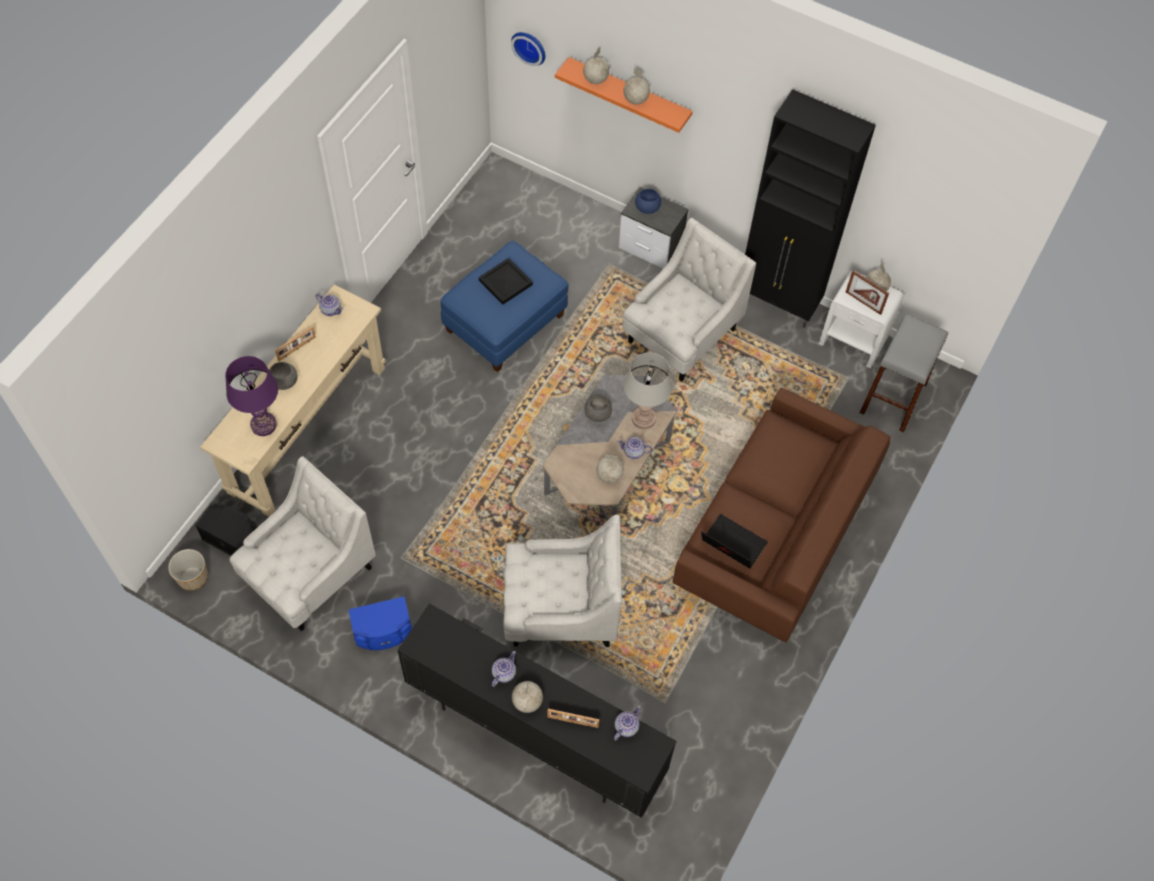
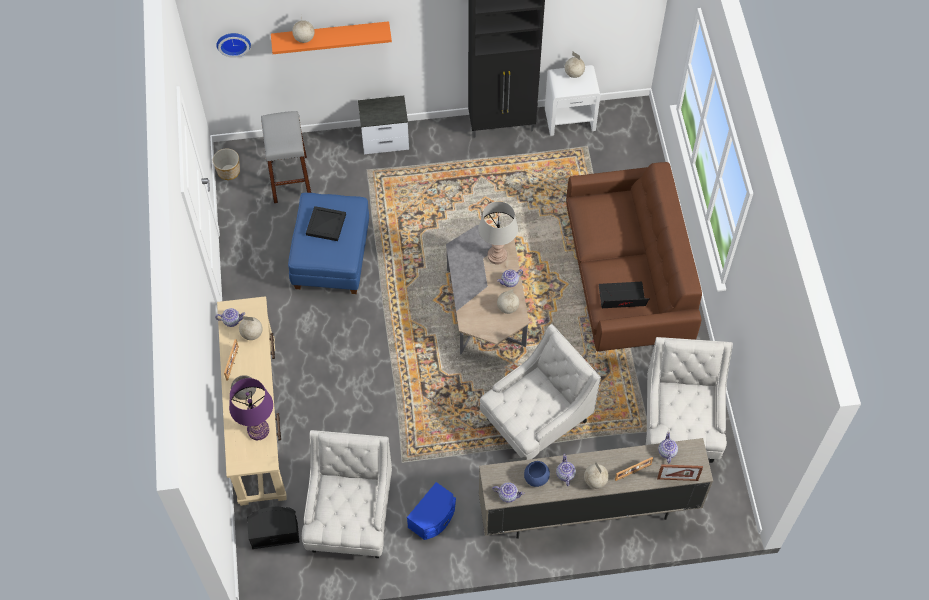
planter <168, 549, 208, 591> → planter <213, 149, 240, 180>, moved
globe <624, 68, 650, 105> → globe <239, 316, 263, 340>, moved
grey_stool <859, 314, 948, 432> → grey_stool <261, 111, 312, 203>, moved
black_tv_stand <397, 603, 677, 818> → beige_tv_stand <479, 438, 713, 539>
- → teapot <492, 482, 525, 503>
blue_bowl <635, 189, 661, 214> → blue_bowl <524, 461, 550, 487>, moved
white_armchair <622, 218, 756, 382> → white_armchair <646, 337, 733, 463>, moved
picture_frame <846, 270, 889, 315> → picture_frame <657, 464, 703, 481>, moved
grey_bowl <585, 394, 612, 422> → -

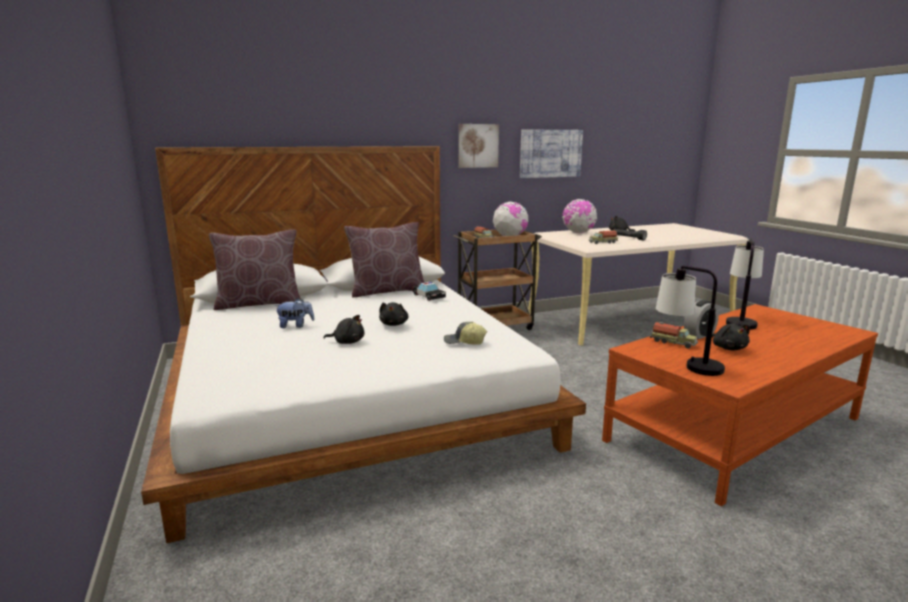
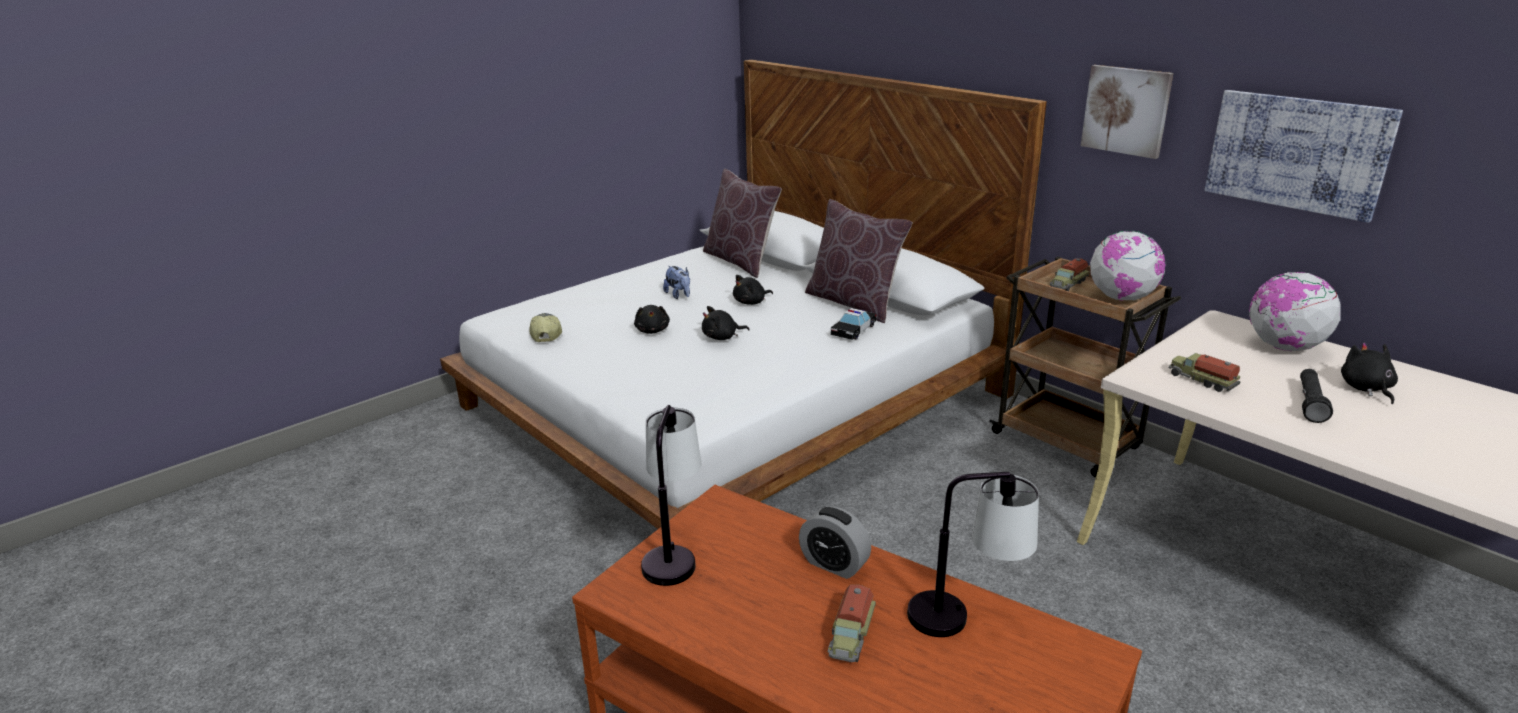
cap <444, 322, 487, 345> → cap <529, 313, 562, 342>, moved
black_plush_toy <712, 323, 750, 351> → black_plush_toy <733, 275, 773, 305>, moved
toy_truck <650, 322, 698, 349> → toy_truck <828, 585, 876, 662>, moved

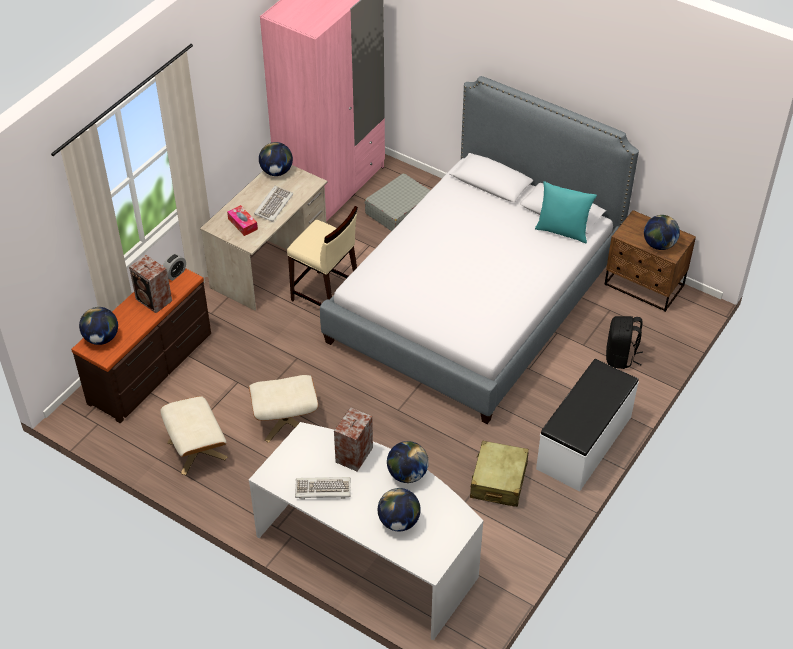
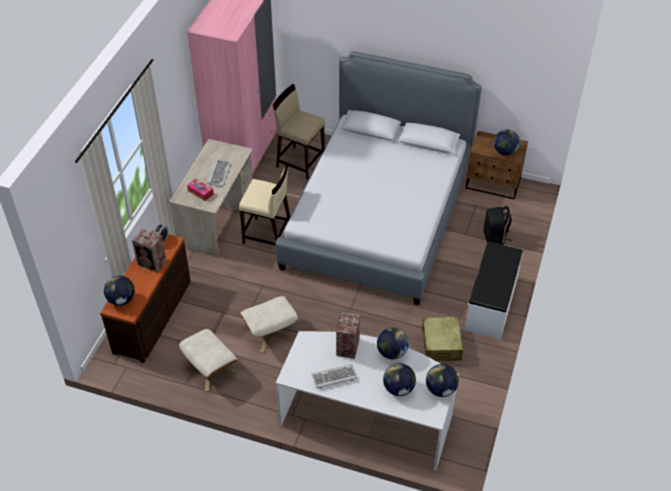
grey_suitcase <365, 173, 431, 231> → beige_stool <273, 84, 325, 180>
globe <259, 142, 293, 176> → globe <426, 364, 459, 397>, moved
turquoise_pillow <535, 181, 597, 243> → -

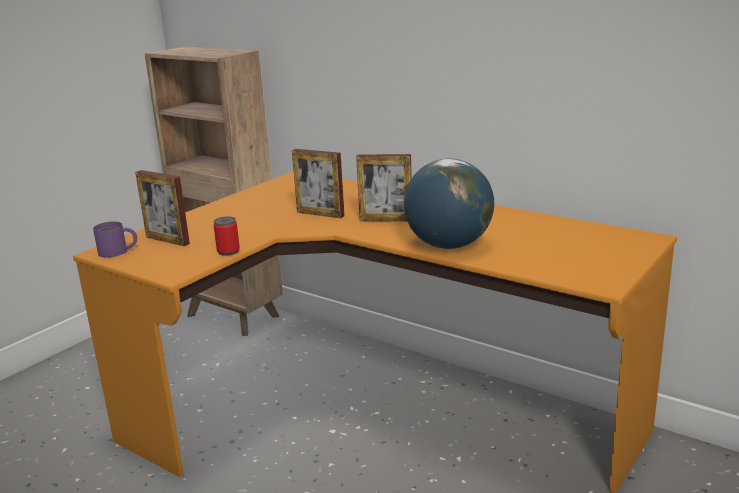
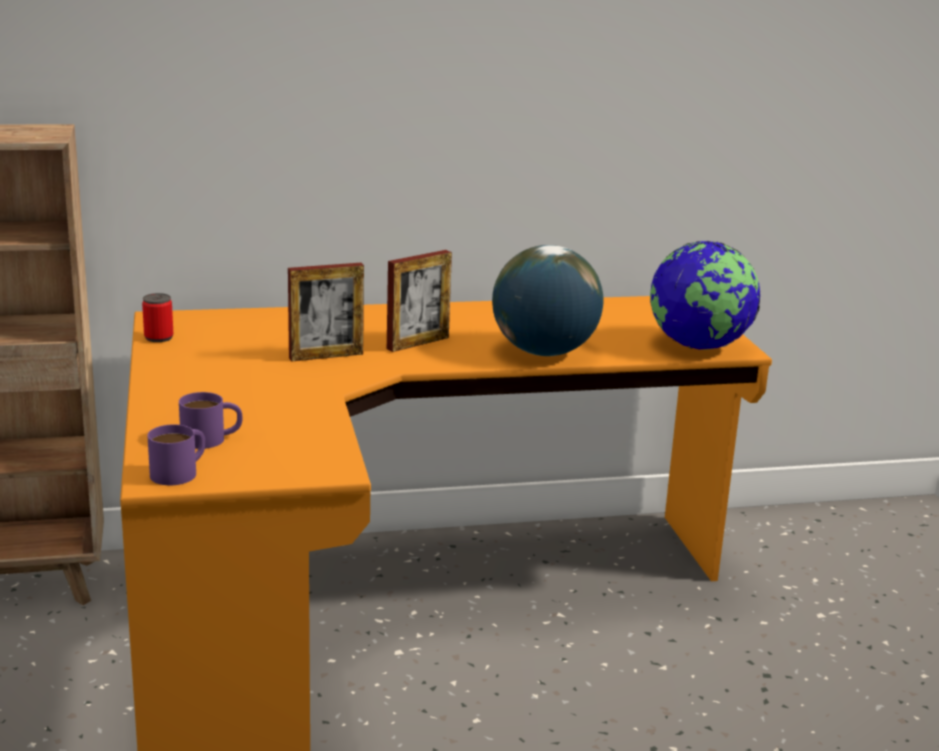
can <214, 217, 240, 256> → can <142, 293, 173, 342>, moved
picture_frame <135, 170, 190, 246> → purple_mug <179, 392, 242, 449>
- → globe <650, 241, 760, 350>

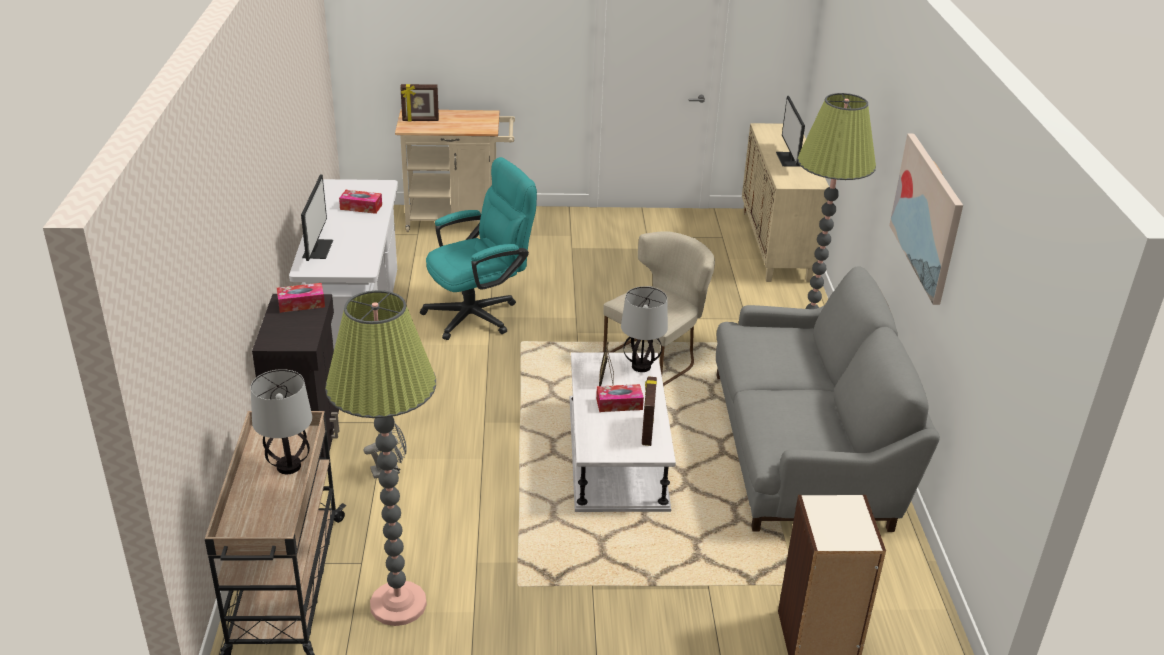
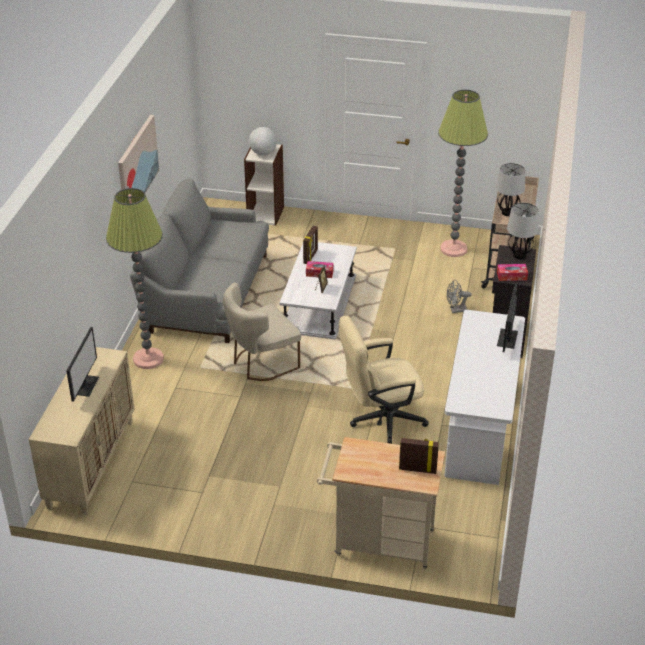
- → globe <249, 127, 277, 155>
turquoise_office_chair <420, 157, 537, 340> → beige_office_chair <339, 315, 429, 444>
table_lamp <621, 286, 668, 372> → table_lamp <507, 203, 539, 259>, moved
tissue_box <339, 190, 382, 214> → -

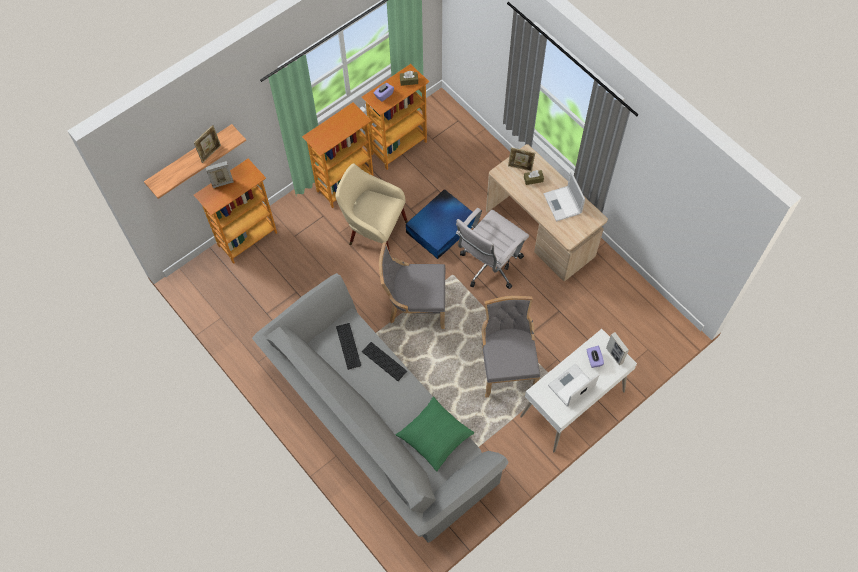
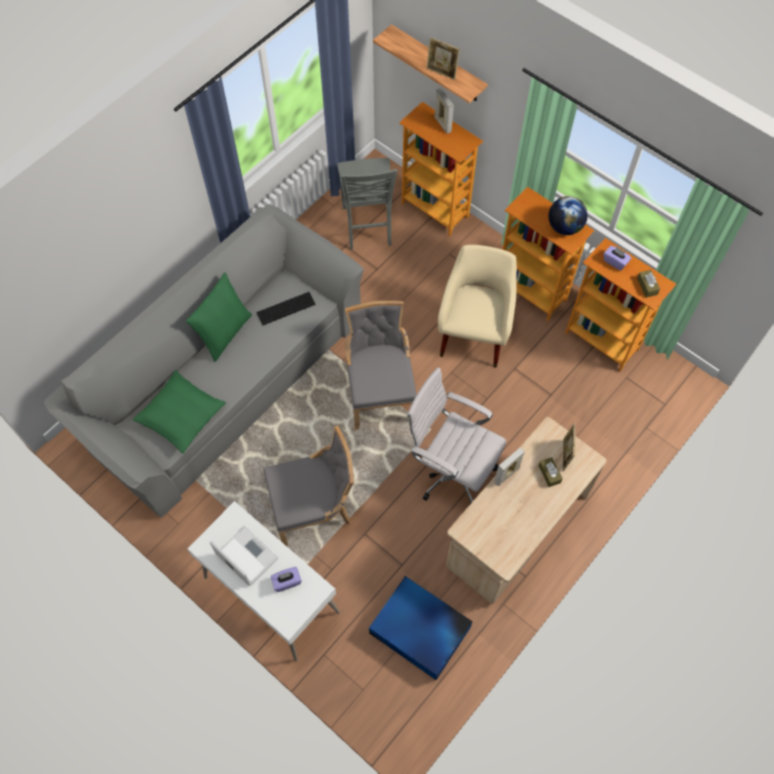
- → green_pillow <186, 272, 252, 362>
- → grey_chair <337, 158, 397, 250>
blue_storage_box <406, 189, 476, 259> → blue_storage_box <369, 576, 473, 680>, moved
picture_frame <606, 332, 629, 365> → picture_frame <494, 447, 525, 486>, moved
- → globe <548, 196, 588, 235>
keyboard <362, 342, 407, 381> → -
laptop <543, 172, 585, 221> → -

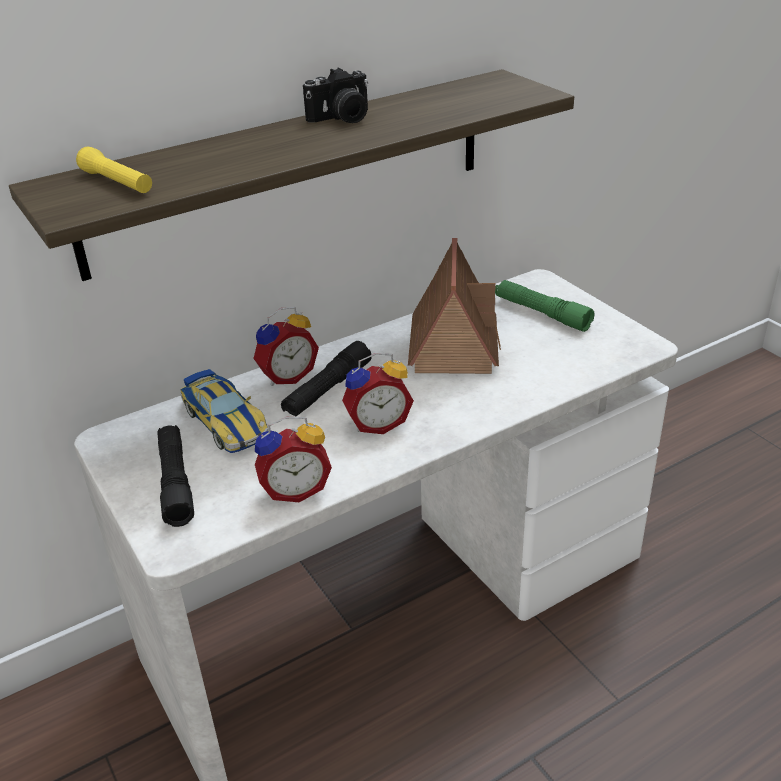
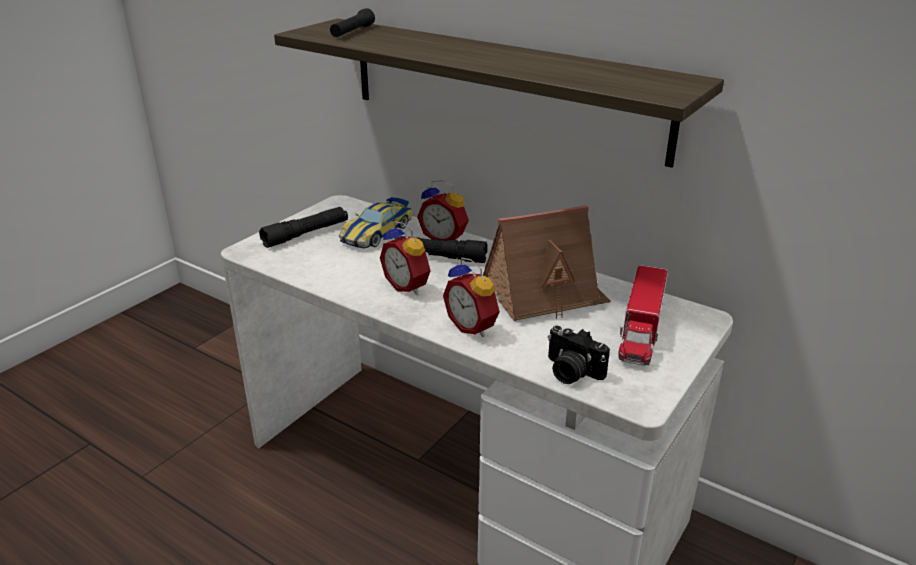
yellow_flashlight <76, 147, 152, 193> → black_flashlight <330, 8, 375, 37>
alarm_clock <255, 417, 332, 502> → alarm_clock <443, 257, 500, 337>, moved
photo_camera <303, 67, 369, 123> → photo_camera <548, 326, 610, 384>, moved
green_flashlight <495, 280, 595, 332> → toy_truck <618, 265, 668, 366>

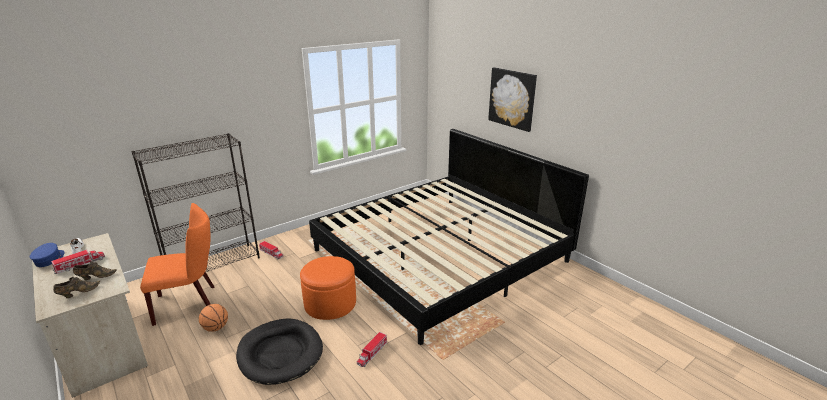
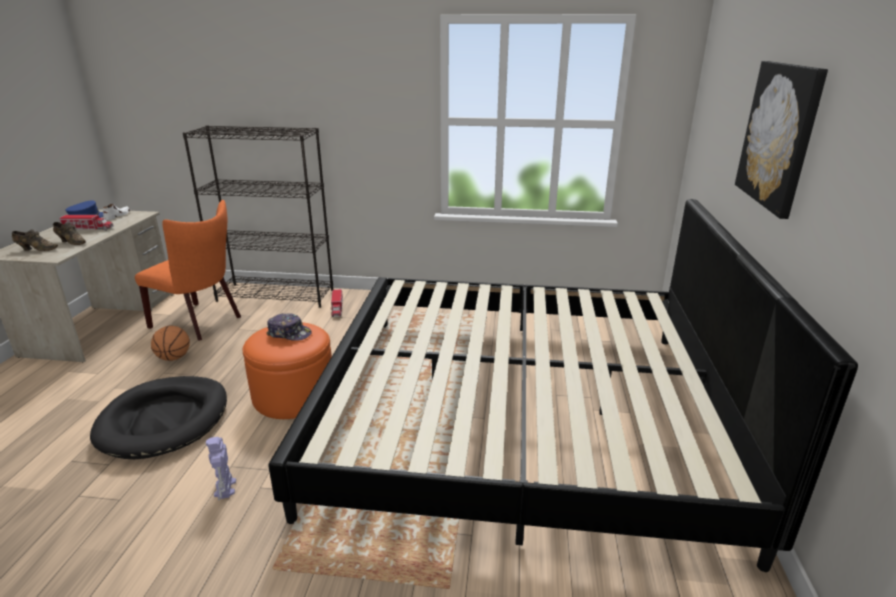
toy_truck <357, 332, 387, 367> → toy_robot <206, 437, 236, 500>
- → cap <267, 313, 312, 341>

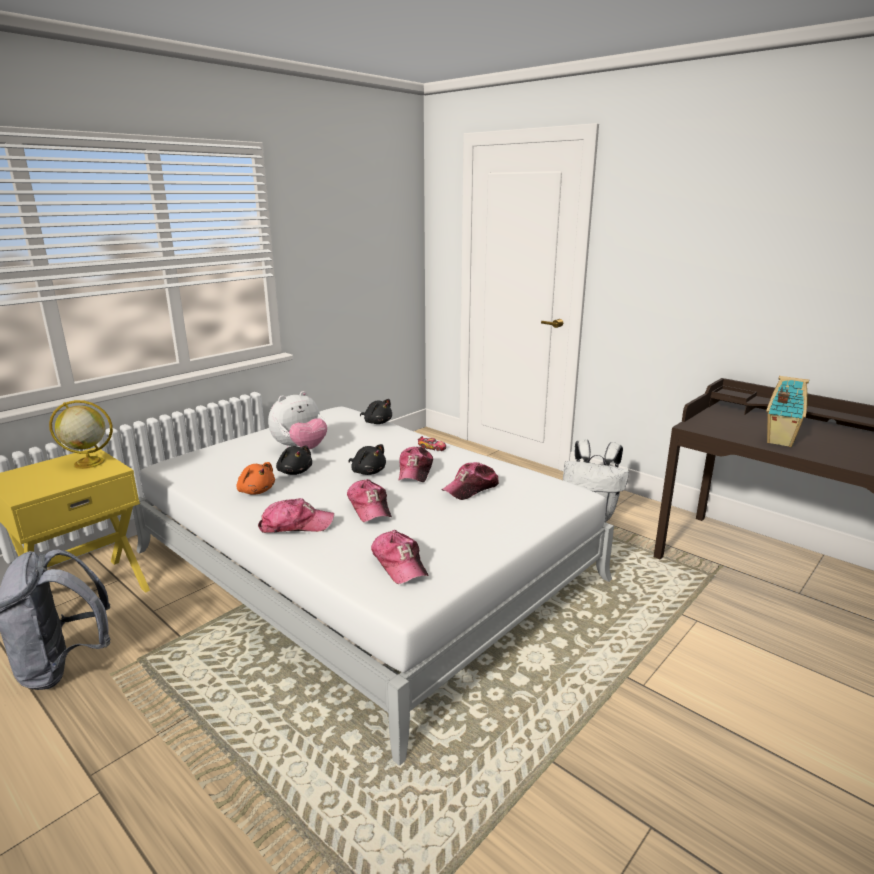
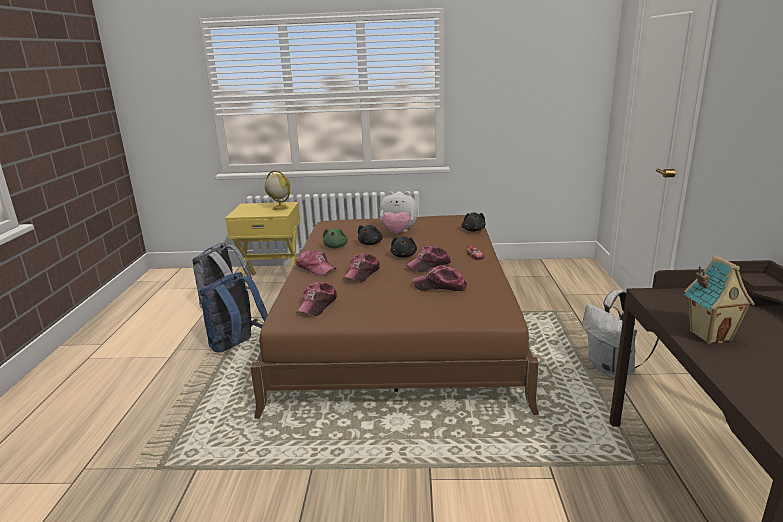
- → blue_backpack <200, 272, 268, 353>
white_bed <132, 407, 614, 766> → brown_bed <250, 215, 539, 419>
orange_plush_toy <236, 462, 275, 495> → green_plush_toy <323, 228, 348, 249>

